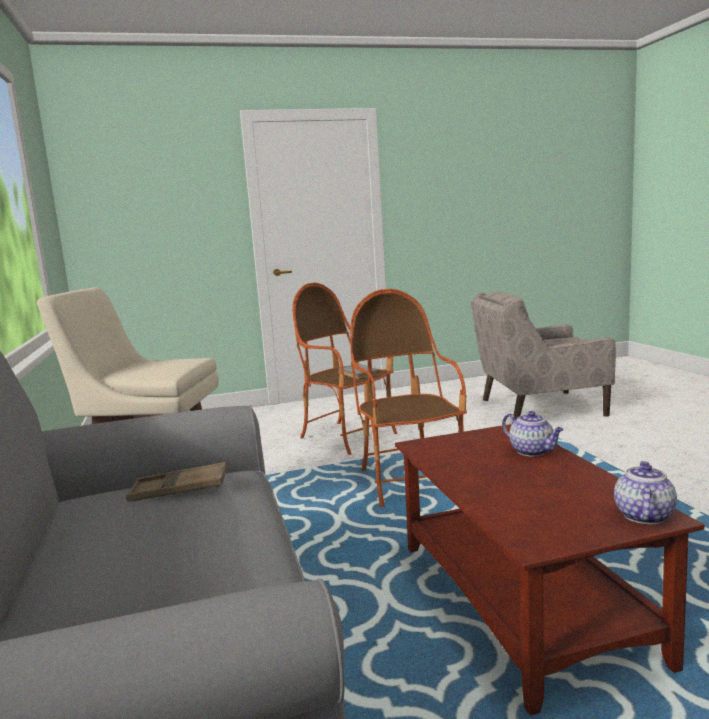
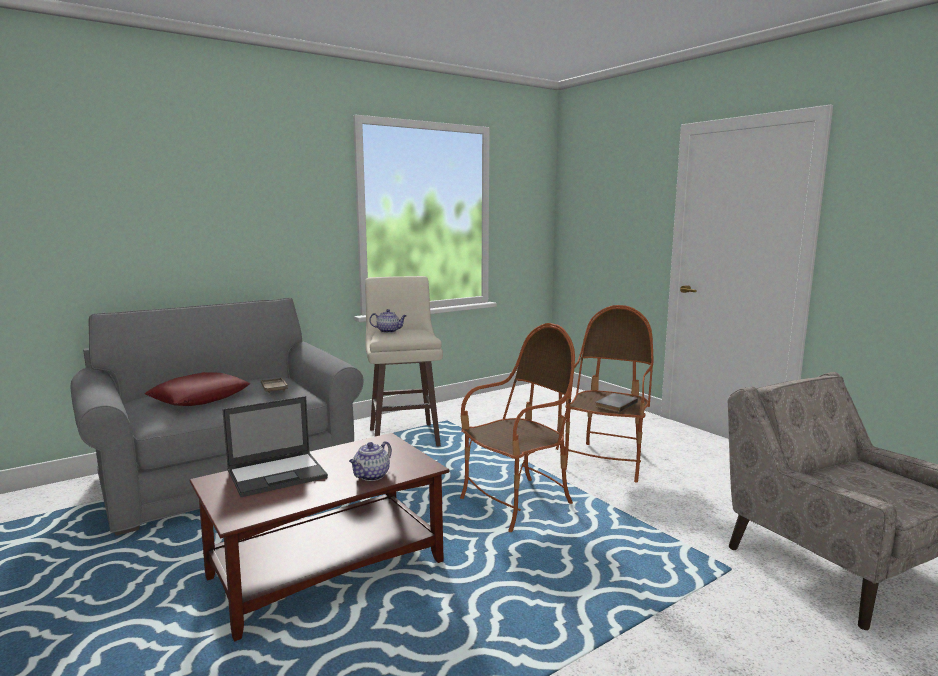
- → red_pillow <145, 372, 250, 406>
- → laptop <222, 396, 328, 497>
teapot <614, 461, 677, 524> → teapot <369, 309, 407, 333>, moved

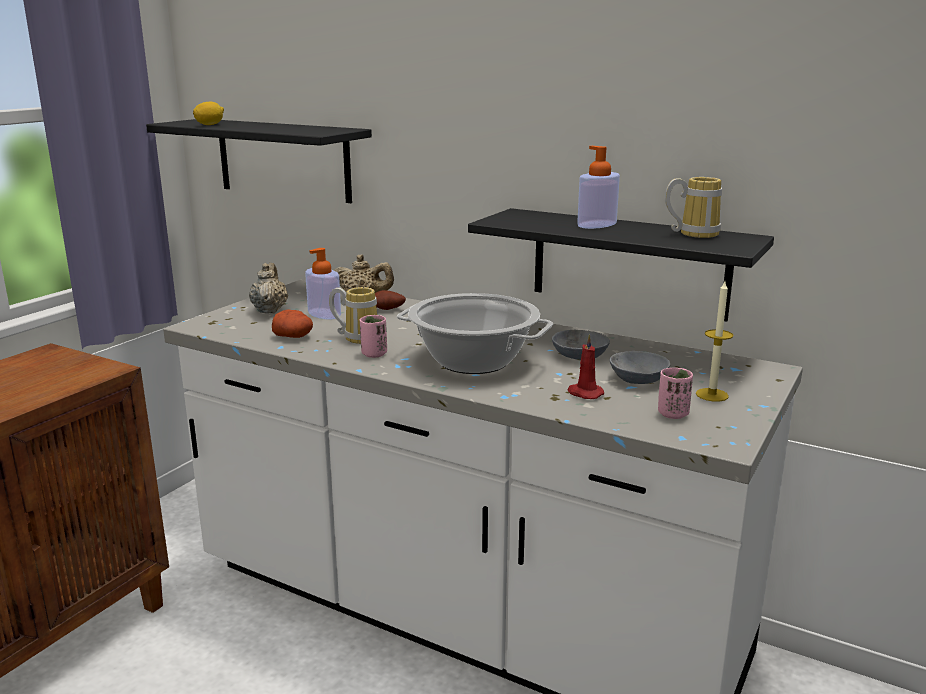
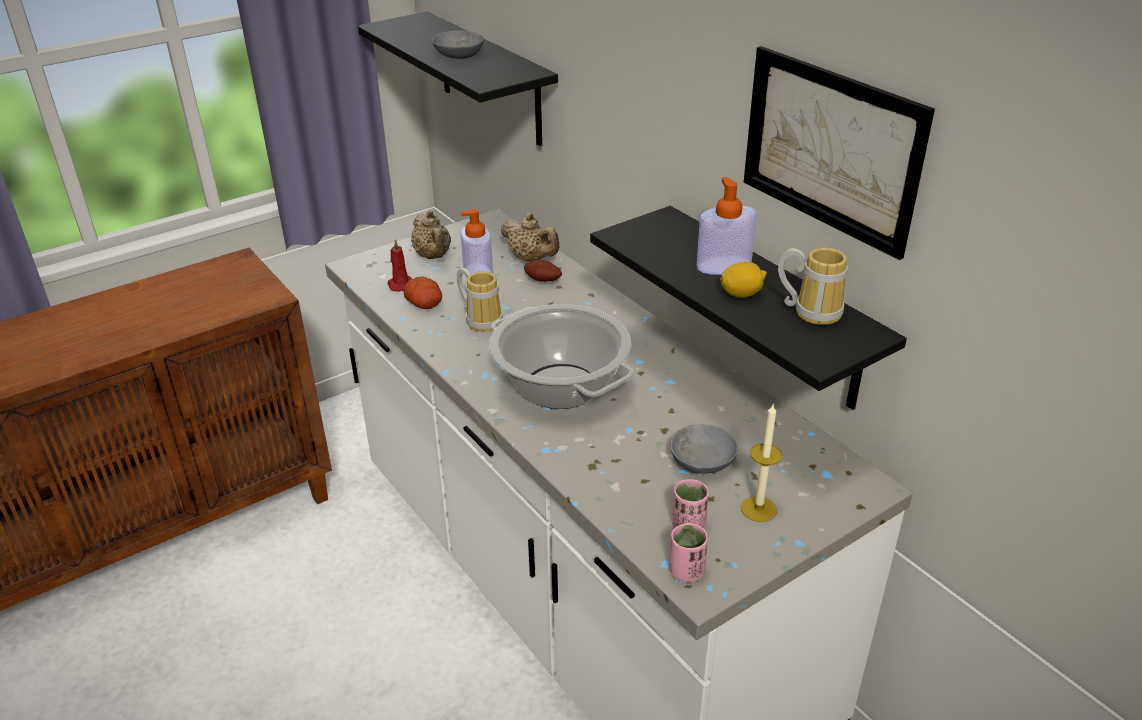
red_candle <568, 334, 604, 399> → red_candle <388, 239, 412, 292>, moved
beige_teapot <249, 263, 288, 313> → beige_teapot <411, 210, 451, 259>, 135 degrees clockwise
grey_bowl <552, 330, 610, 360> → grey_bowl <432, 30, 484, 59>, moved
pink_cup <360, 315, 387, 358> → pink_cup <670, 523, 708, 583>, moved
lemon <193, 102, 224, 125> → lemon <720, 262, 767, 298>, moved
- → picture <744, 46, 935, 260>

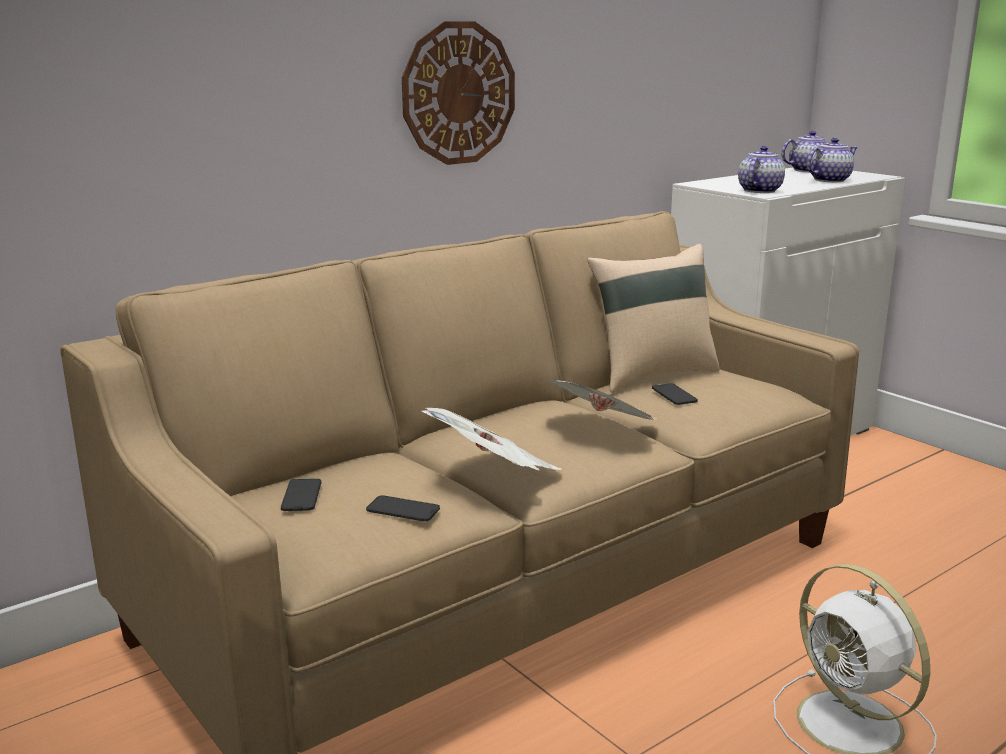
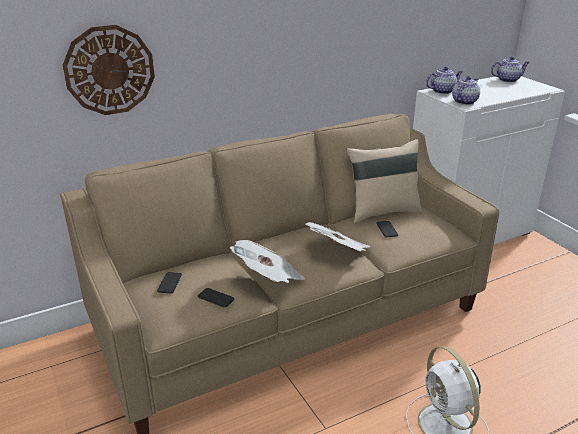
wall_clock <402, 21, 515, 165> → wall_clock <63, 25, 155, 115>, moved
teapot <807, 138, 858, 182> → teapot <426, 67, 463, 94>, moved

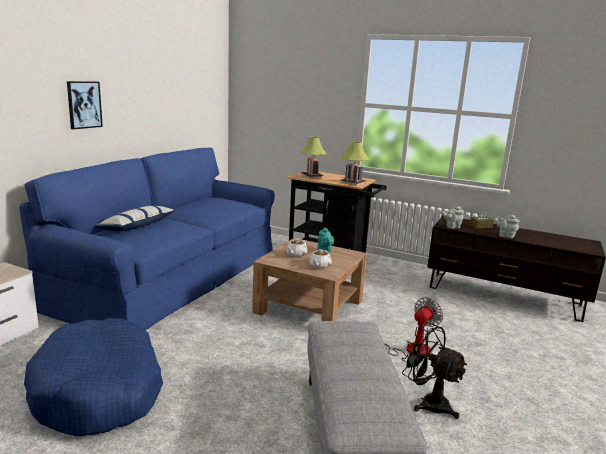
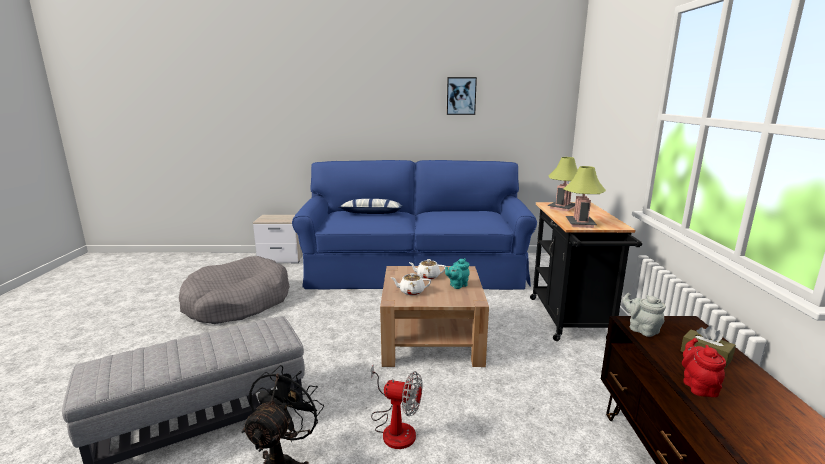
blue_dog_bed <24, 318, 163, 436> → grey_dog_bed <179, 256, 290, 324>
picture <67, 81, 103, 129> → picture <447, 77, 477, 115>, moved
grey_teapot <494, 215, 520, 238> → red_teapot <682, 338, 726, 397>

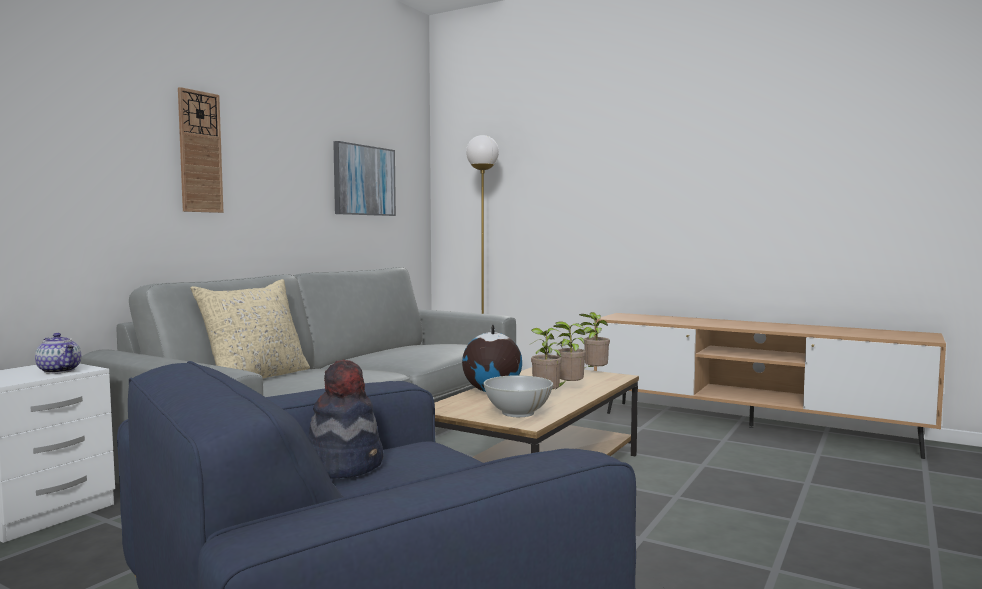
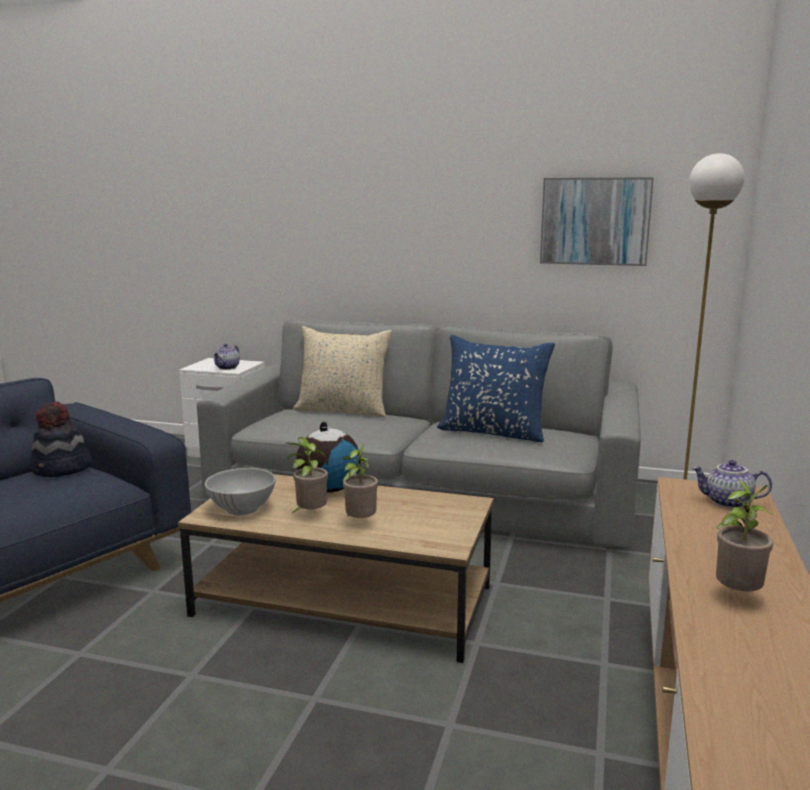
- → blue_pillow <437, 335, 555, 442>
- → teapot <692, 460, 772, 508>
potted_plant <579, 312, 610, 368> → potted_plant <716, 479, 773, 591>, moved
wall_clock <178, 87, 223, 213> → -

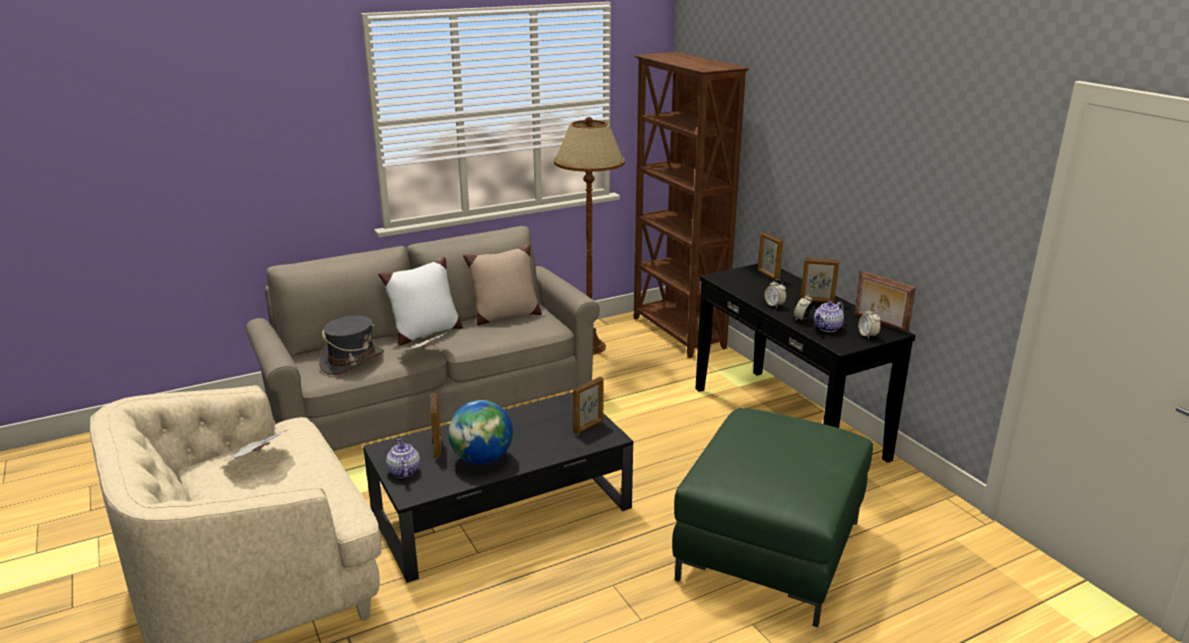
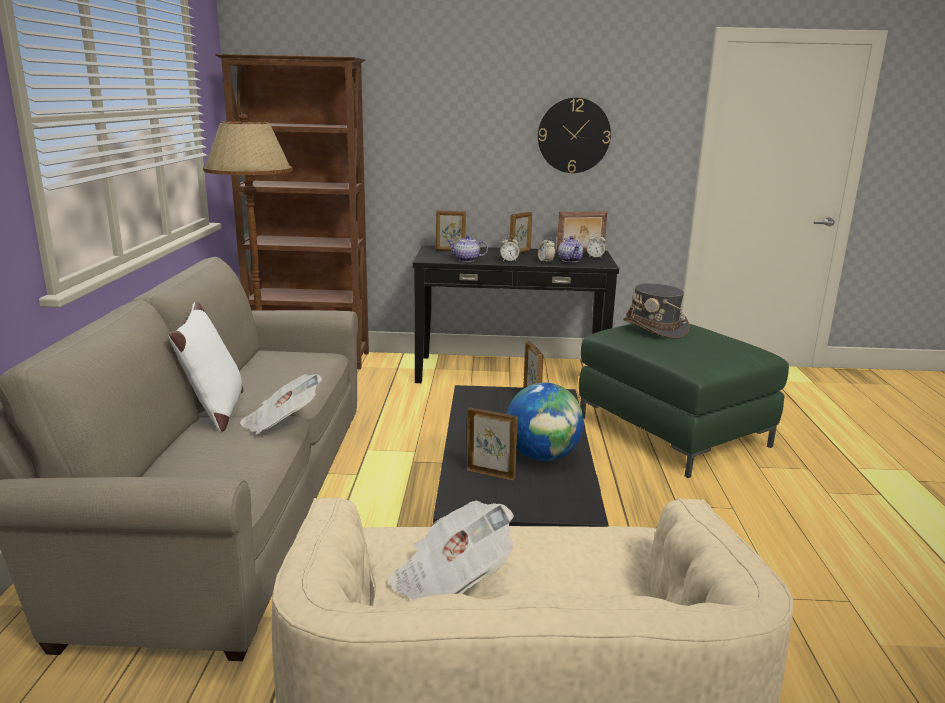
teapot <386, 438, 420, 478> → teapot <448, 235, 488, 262>, moved
- → wall_clock <538, 98, 611, 173>
grey_hat <319, 316, 384, 375> → grey_hat <623, 283, 689, 339>, moved
beige_pillow <463, 244, 542, 325> → -

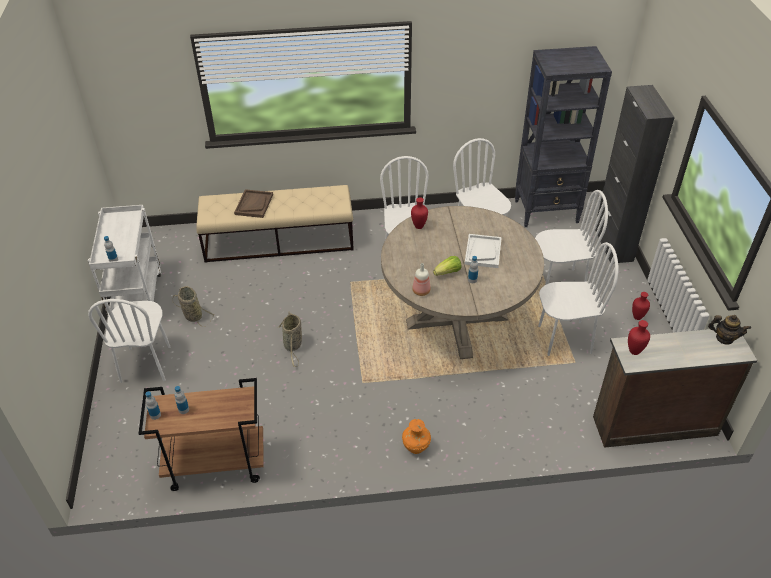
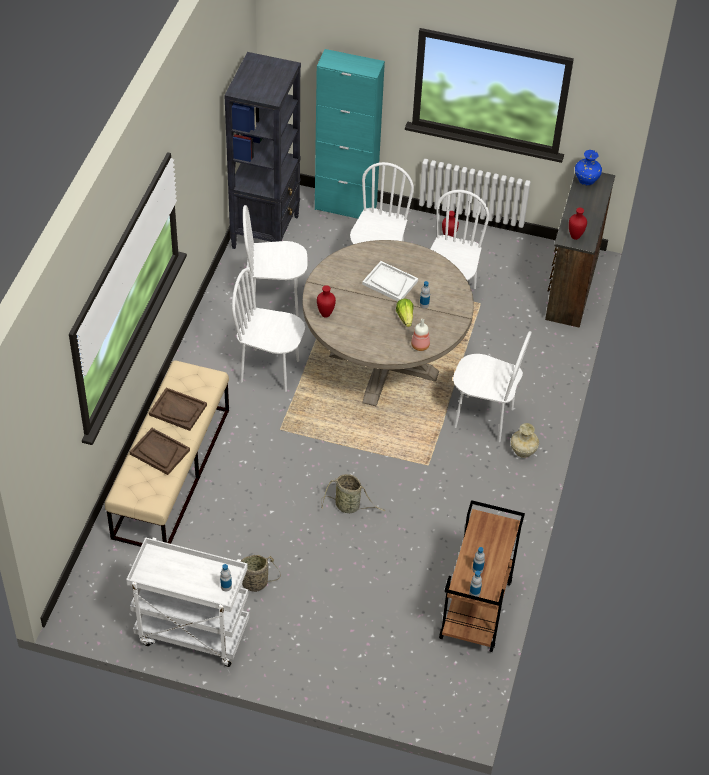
- → brown_tray <149, 388, 207, 431>
black_cabinet <595, 85, 675, 263> → turquoise_cabinet <315, 49, 385, 219>
white_chair <88, 299, 171, 383> → white_chair <453, 331, 532, 442>, moved
orange_vase <402, 419, 431, 454> → beige_vase <511, 423, 539, 458>
teapot <708, 315, 751, 345> → blue_vase <575, 150, 602, 185>

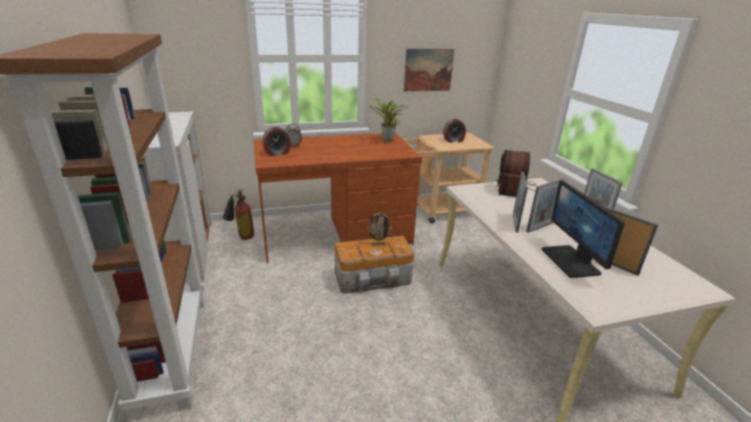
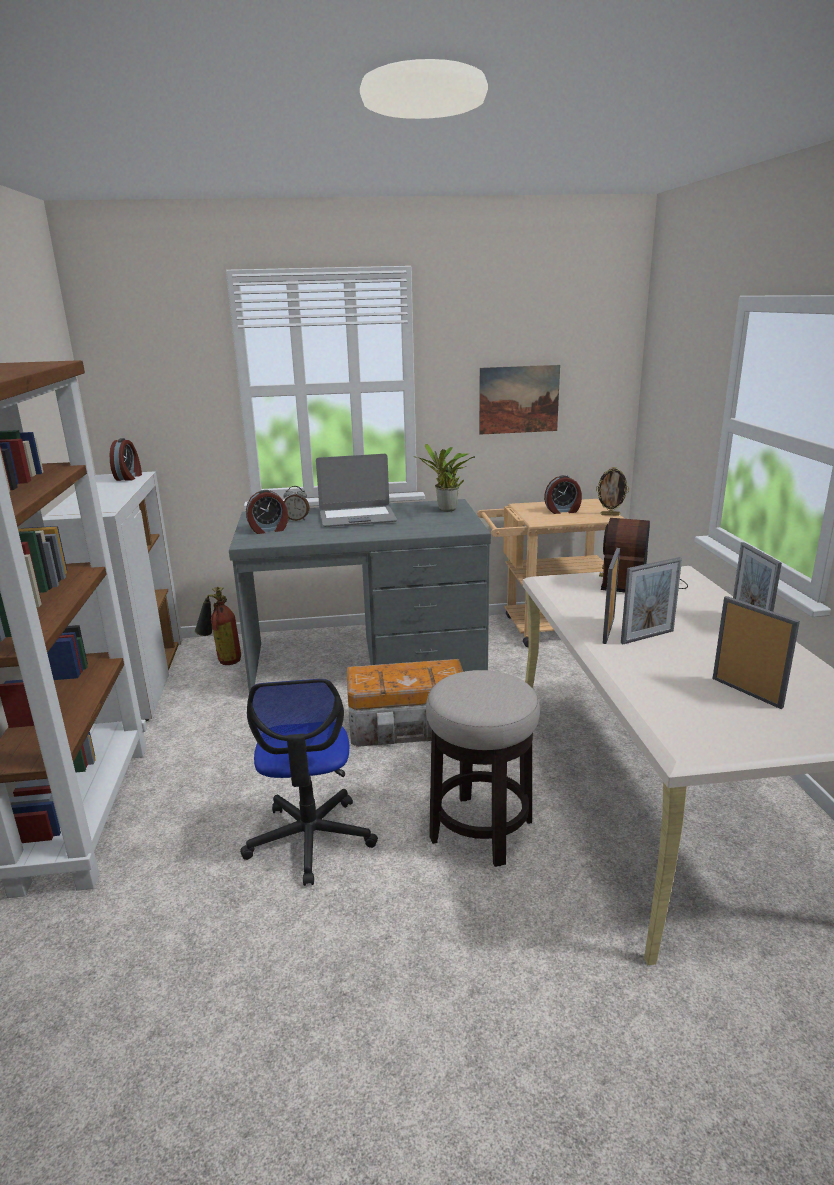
- → alarm_clock <110, 438, 142, 481>
brown_desk <253, 133, 422, 263> → grey_desk <229, 499, 491, 693>
- → office_chair <240, 679, 378, 886>
- → laptop <316, 454, 397, 527>
- → stool <426, 670, 540, 867>
picture_frame <367, 212, 392, 245> → picture_frame <596, 467, 629, 515>, moved
monitor <541, 180, 625, 278> → -

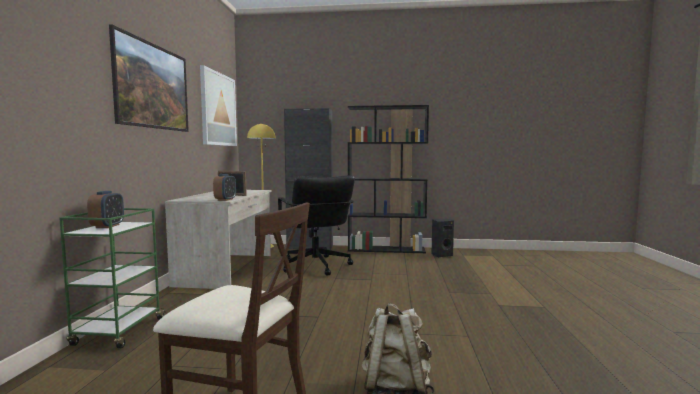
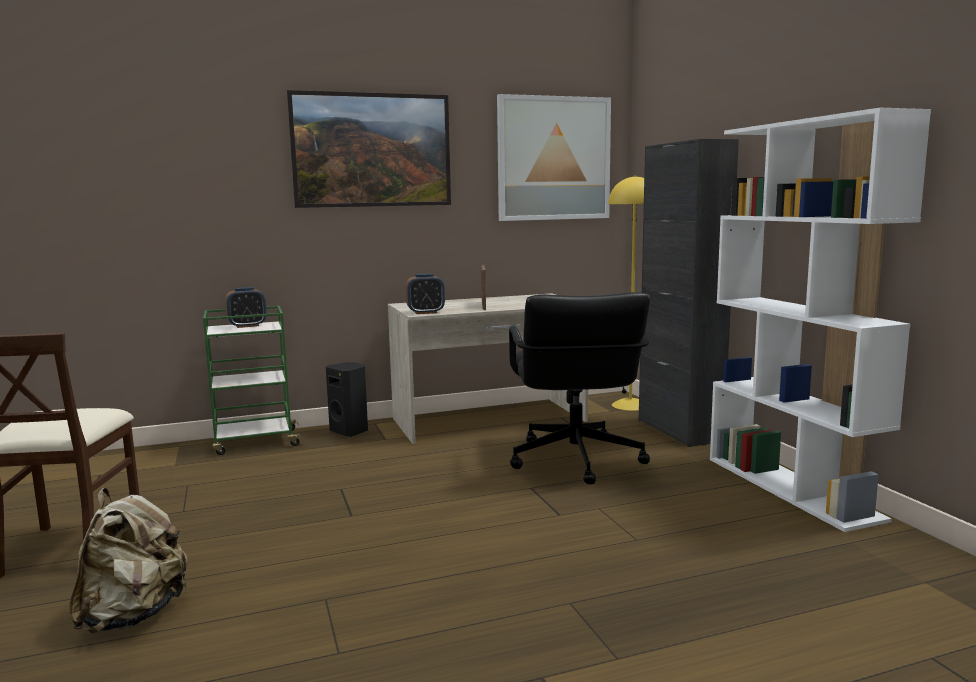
black_speaker <432, 218, 454, 258> → black_speaker <326, 362, 368, 437>, moved
black_office_chair <278, 175, 355, 276> → black_office_chair <509, 292, 651, 485>, 45 degrees counterclockwise
black_bookcase <348, 105, 429, 253> → white_bookcase <710, 108, 931, 532>

